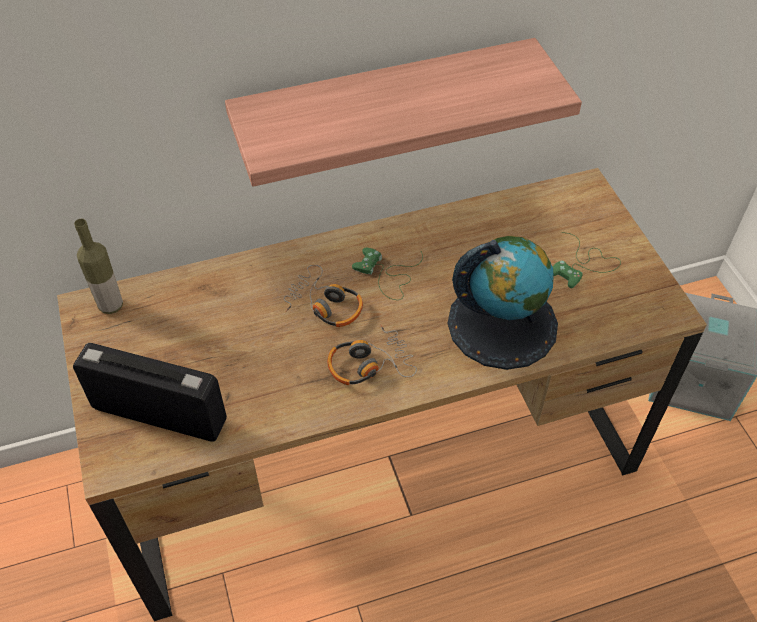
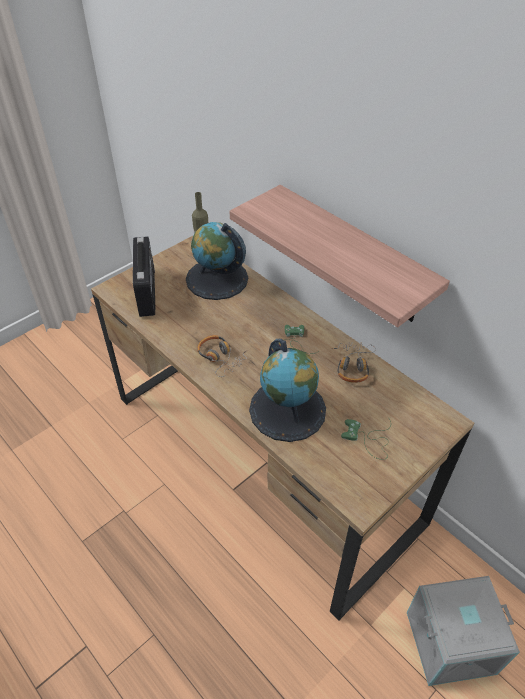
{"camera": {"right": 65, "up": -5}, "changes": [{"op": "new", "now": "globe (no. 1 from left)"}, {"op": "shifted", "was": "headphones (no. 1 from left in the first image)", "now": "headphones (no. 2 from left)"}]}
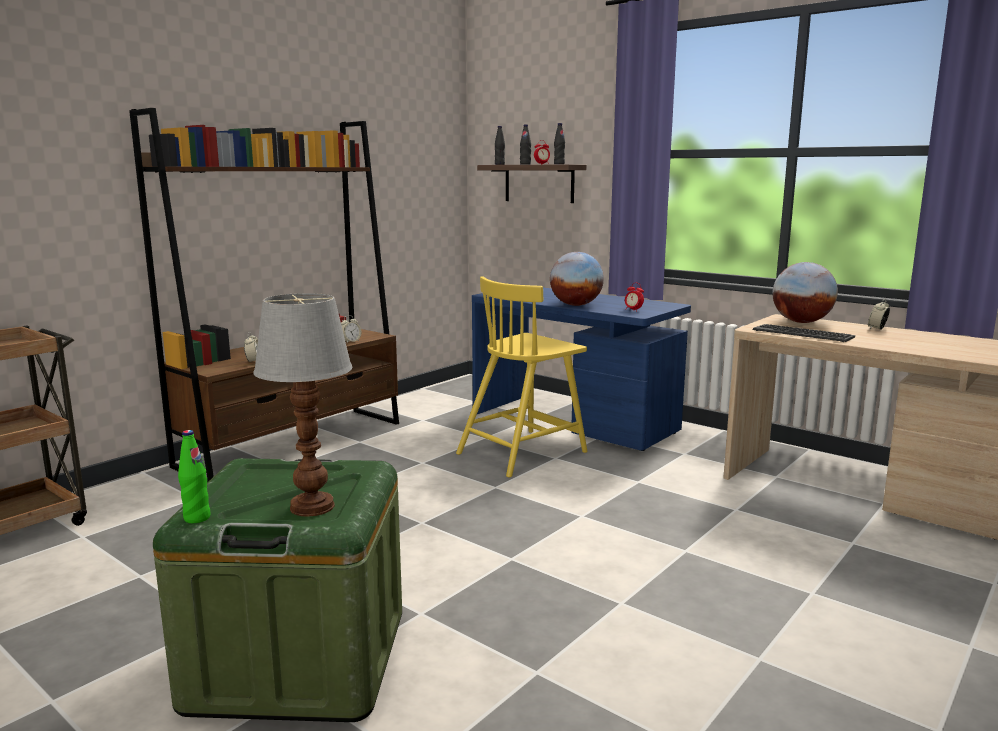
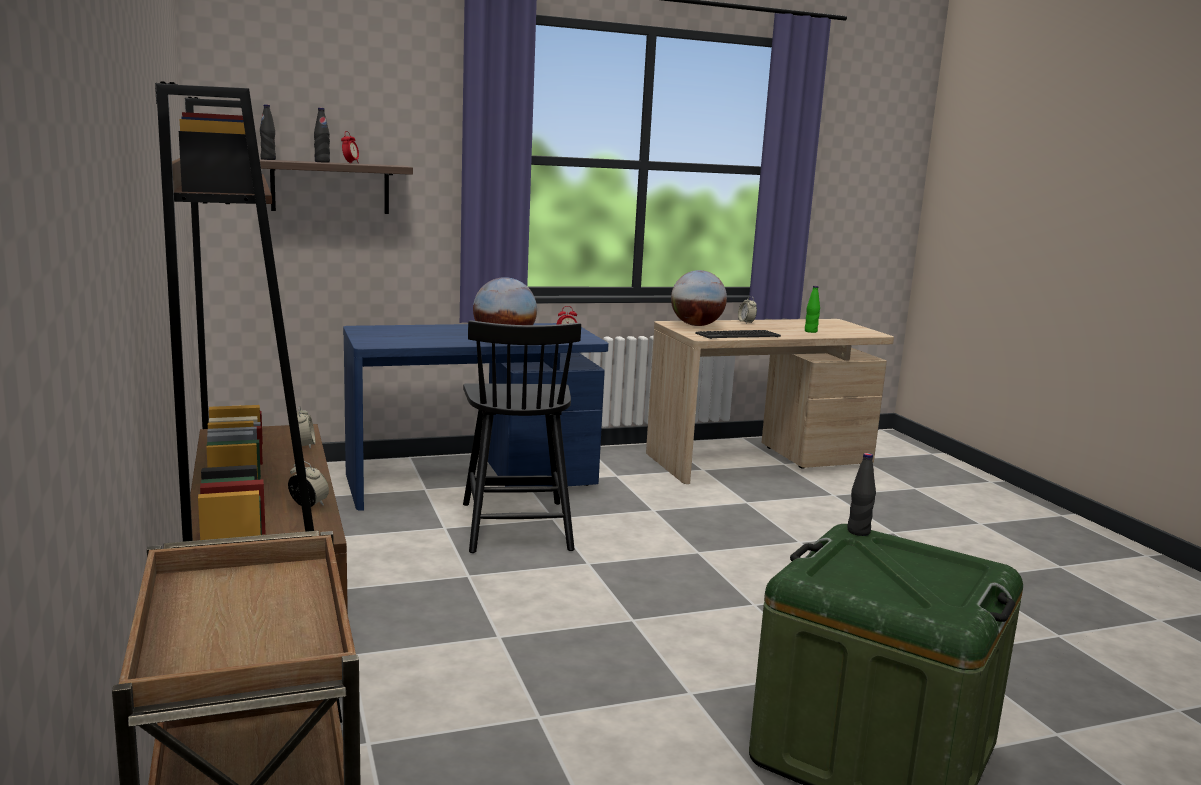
{"camera": {"right": -60, "up": 0}, "changes": [{"op": "repainted", "was": "yellow chair", "now": "black chair"}, {"op": "shifted", "was": "green bottle"}, {"op": "shifted", "was": "black bottle (no. 3 from left)"}, {"op": "gone", "was": "table lamp"}]}
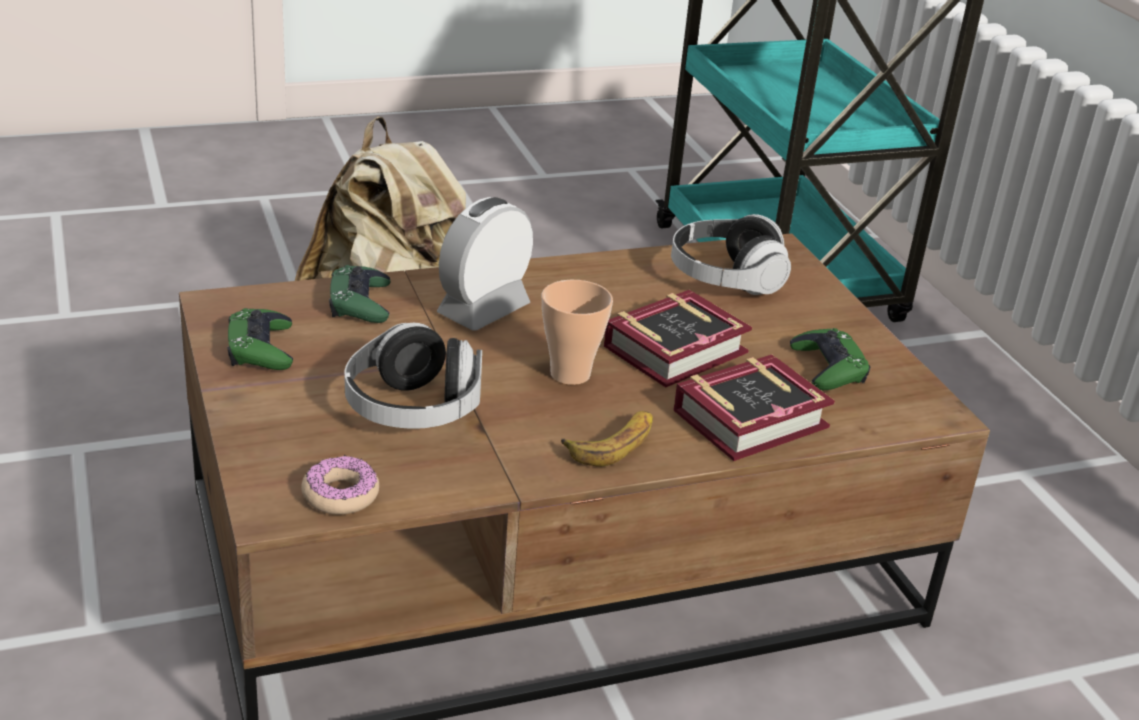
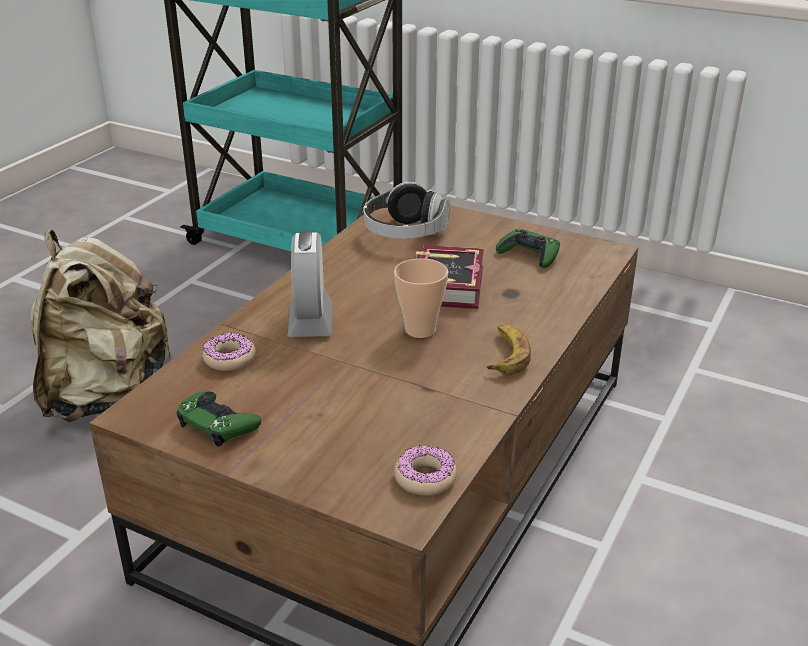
{"camera": {"right": -40, "up": 0}, "changes": [{"op": "swapped", "was": "green game controller (no. 2 from left)", "now": "donut (no. 1 from left)"}, {"op": "gone", "was": "headphones (no. 1 from left)"}, {"op": "gone", "was": "book (no. 2 from left)"}]}
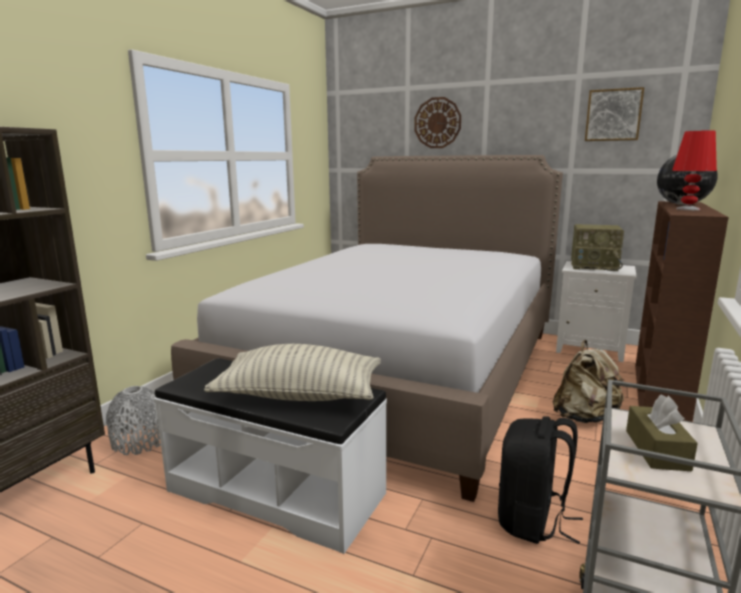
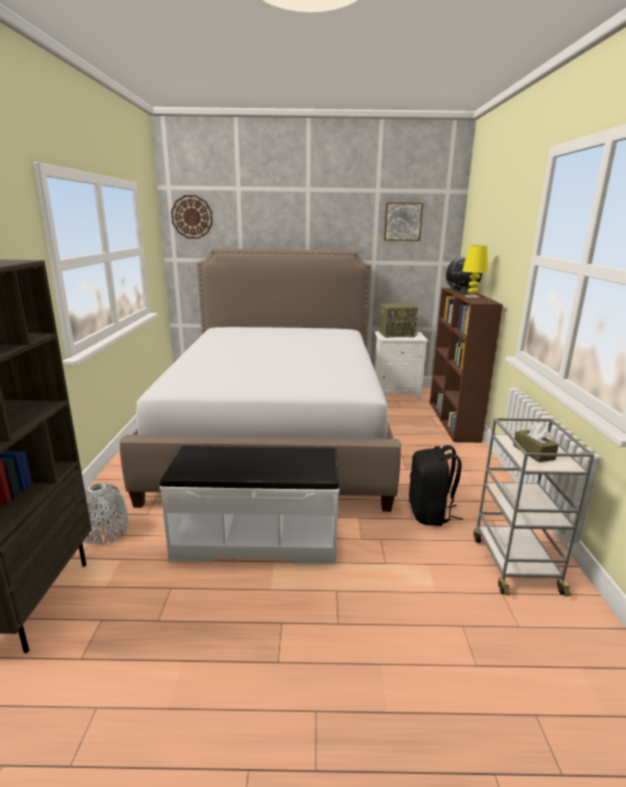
{"camera": {"right": -25, "up": 5}, "changes": [{"op": "shifted", "was": "wall clock"}, {"op": "repainted", "was": "red table lamp", "now": "yellow table lamp"}, {"op": "gone", "was": "pillow"}, {"op": "gone", "was": "beige backpack"}]}
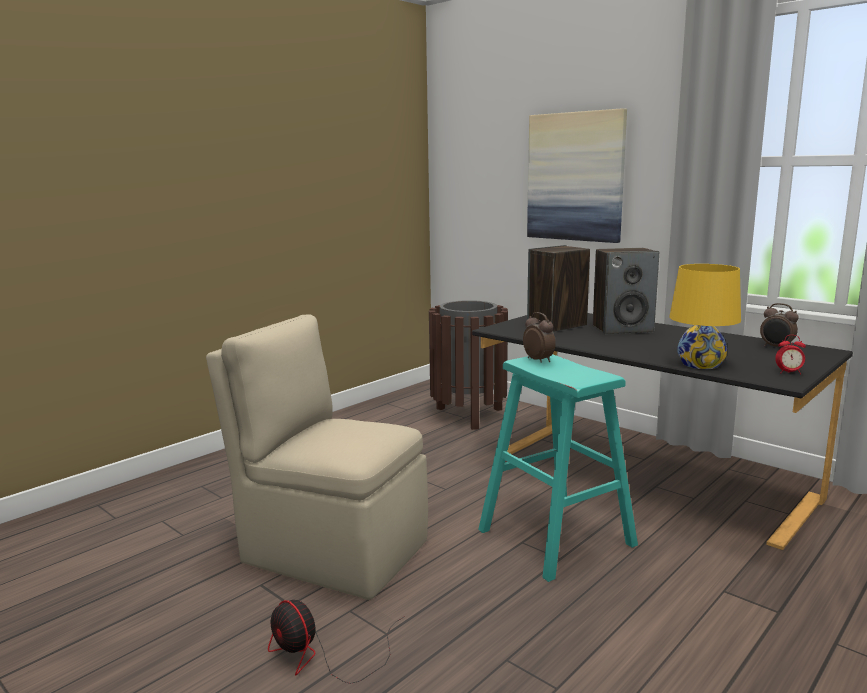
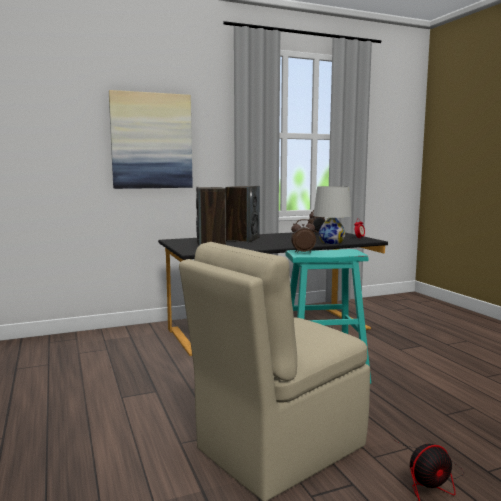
{"camera": {"right": -65, "up": -5}, "changes": [{"op": "repainted", "was": "yellow table lamp", "now": "white table lamp"}, {"op": "gone", "was": "brown trash can"}]}
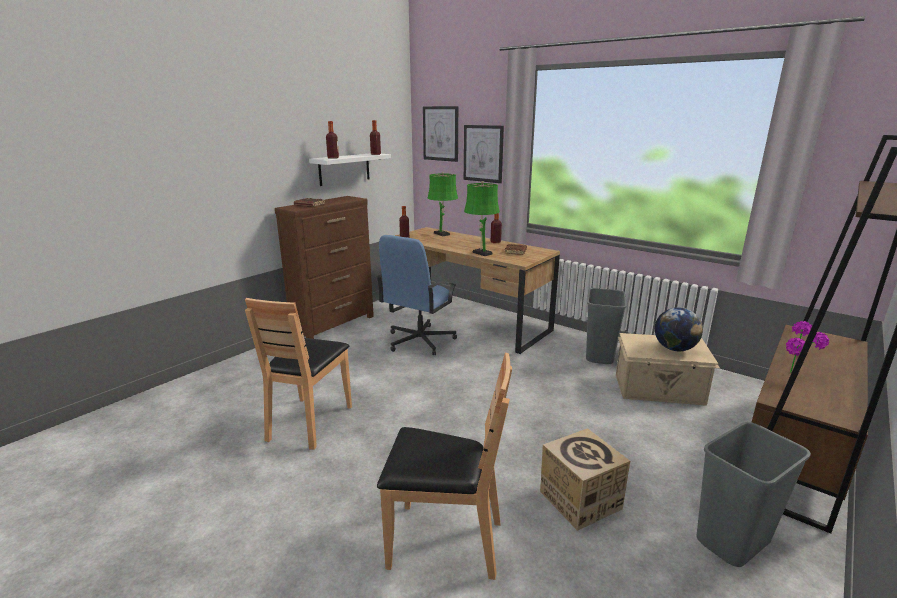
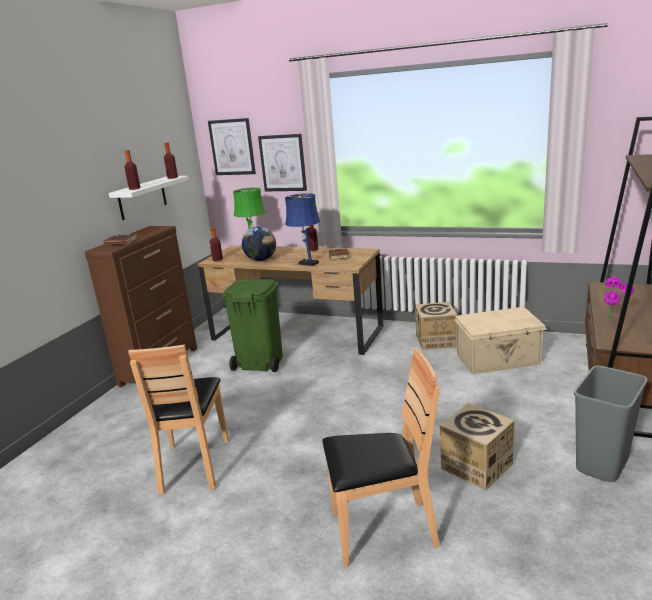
{"camera": {"right": -15, "up": 0}, "changes": [{"op": "swapped", "was": "blue office chair", "now": "green trash can"}, {"op": "shifted", "was": "globe"}, {"op": "repainted", "was": "green table lamp (no. 2 from left)", "now": "blue table lamp"}, {"op": "swapped", "was": "grey trash can (no. 1 from left)", "now": "cardboard box (no. 1 from left)"}]}
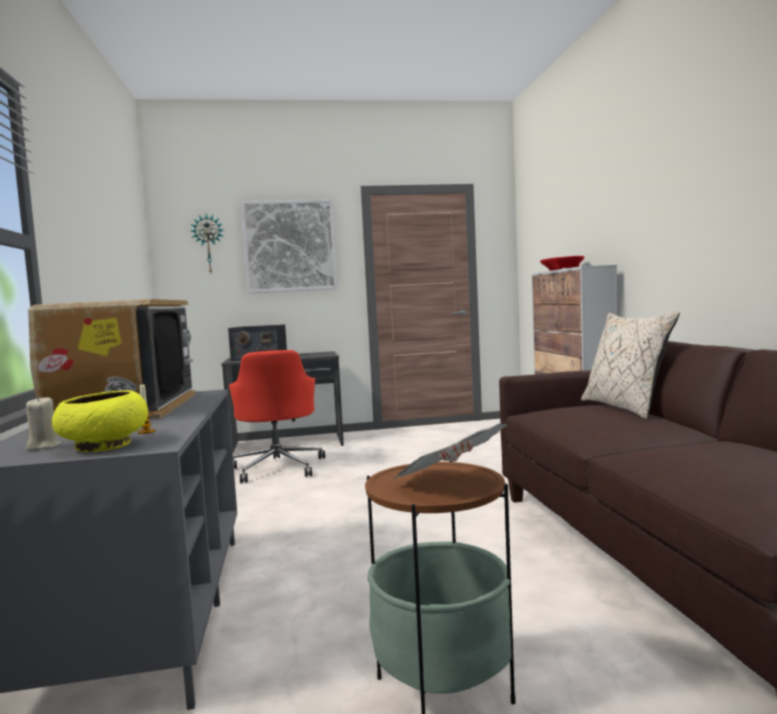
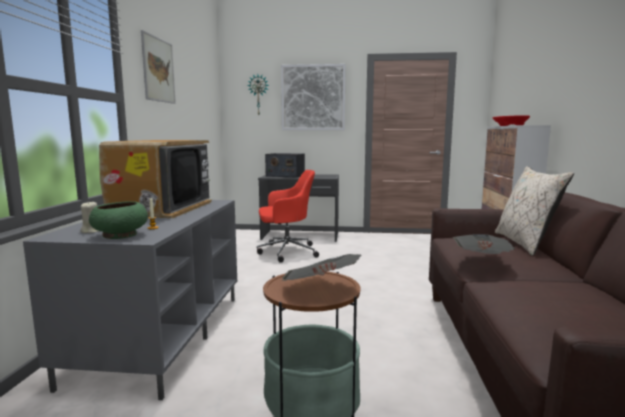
{"camera": {"right": 15, "up": 5}, "changes": [{"op": "repainted", "was": "yellow bowl", "now": "green bowl"}, {"op": "new", "now": "picture (no. 1 from left)"}, {"op": "rotated", "was": "red office chair", "clockwise": -105}, {"op": "new", "now": "newspaper (no. 2 from left)"}]}
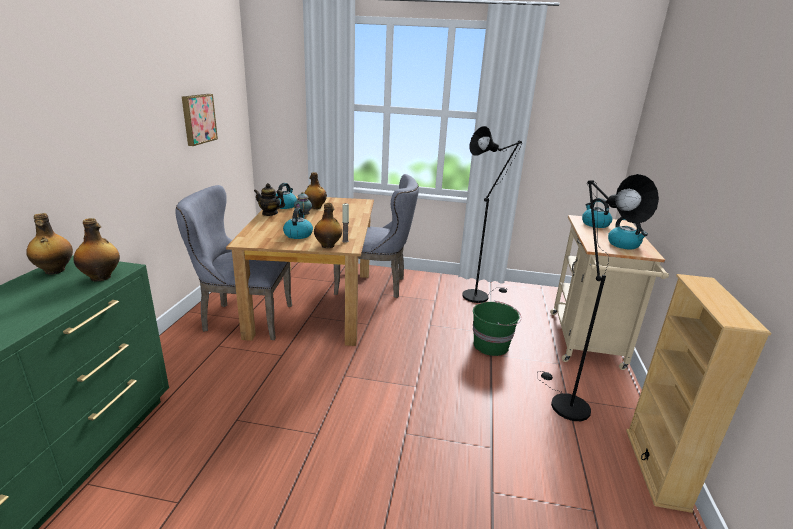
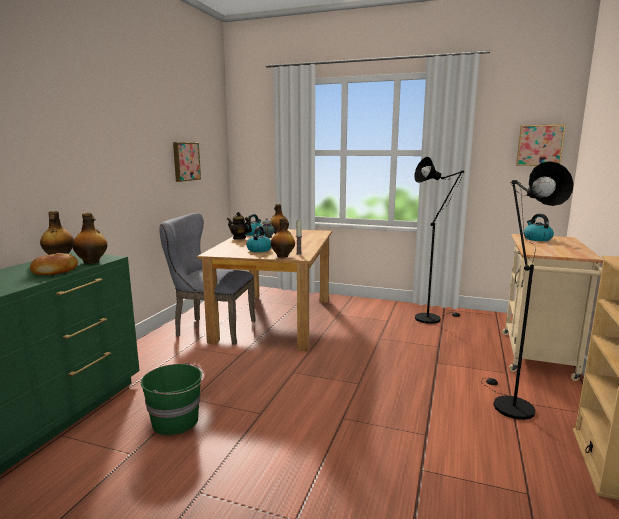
{"camera": {"right": 10, "up": -10}, "changes": [{"op": "new", "now": "bread"}, {"op": "shifted", "was": "green bucket"}, {"op": "new", "now": "picture (no. 2 from left)"}, {"op": "gone", "was": "grey chair (no. 2 from left)"}, {"op": "gone", "was": "kettle (no. 4 from left)"}]}
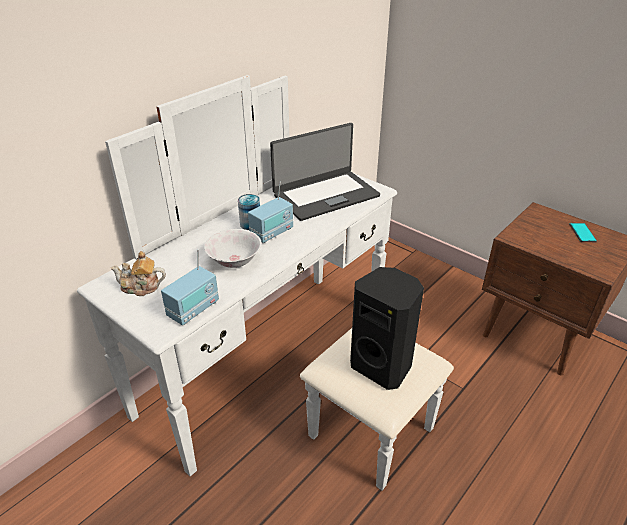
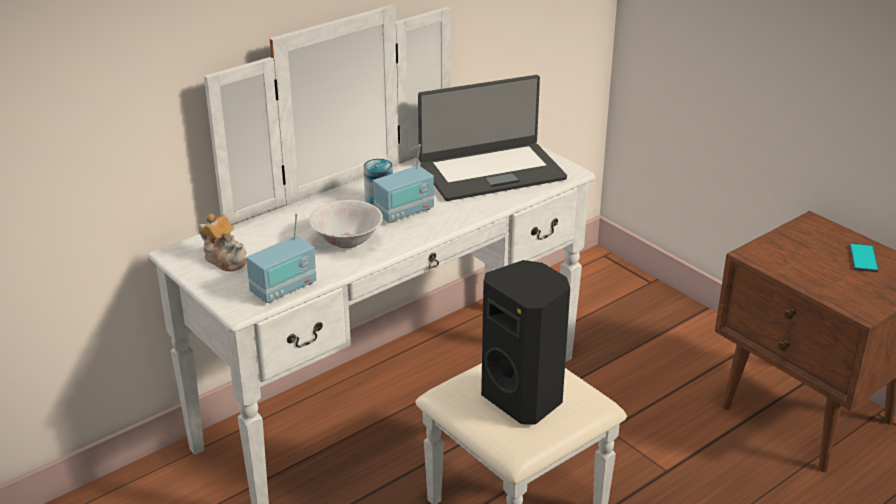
{"camera": {"right": 10, "up": -5}, "changes": [{"op": "rotated", "was": "teapot", "clockwise": -150}]}
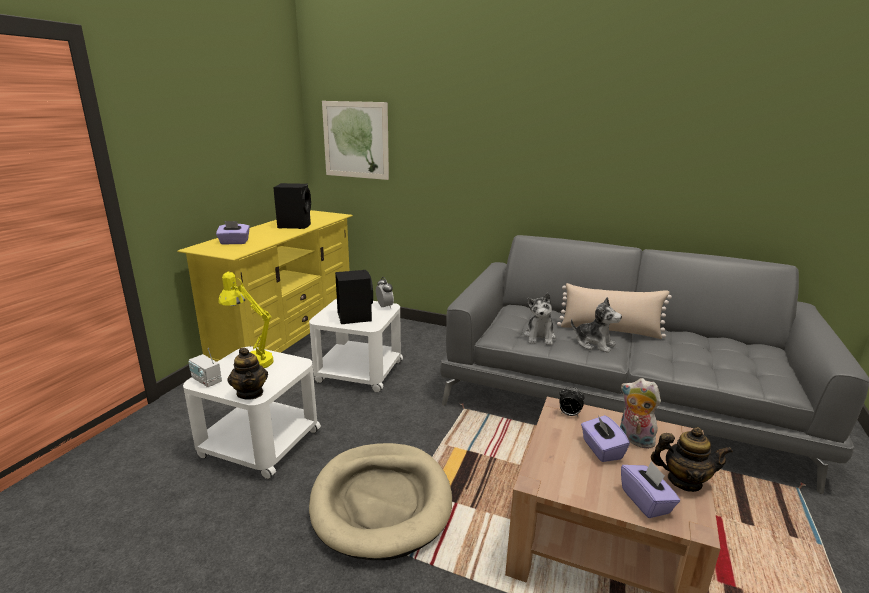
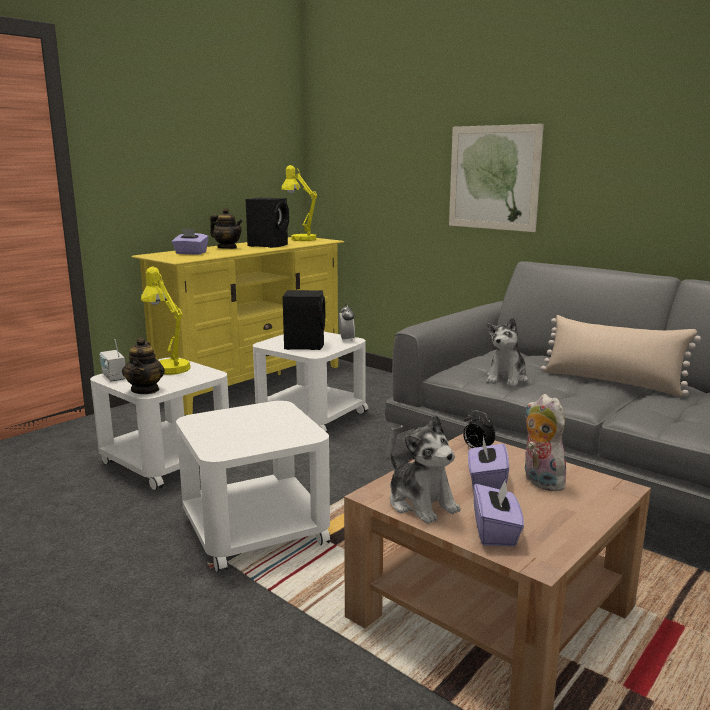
{"camera": {"right": 20, "up": -5}, "changes": [{"op": "swapped", "was": "beige dog bed", "now": "white side table (no. 2 from left)"}, {"op": "shifted", "was": "teapot (no. 2 from left)"}, {"op": "new", "now": "yellow table lamp (no. 2 from left)"}, {"op": "shifted", "was": "plush toy (no. 2 from left in the first image)", "now": "plush toy (no. 1 from left)"}, {"op": "shifted", "was": "picture"}]}
